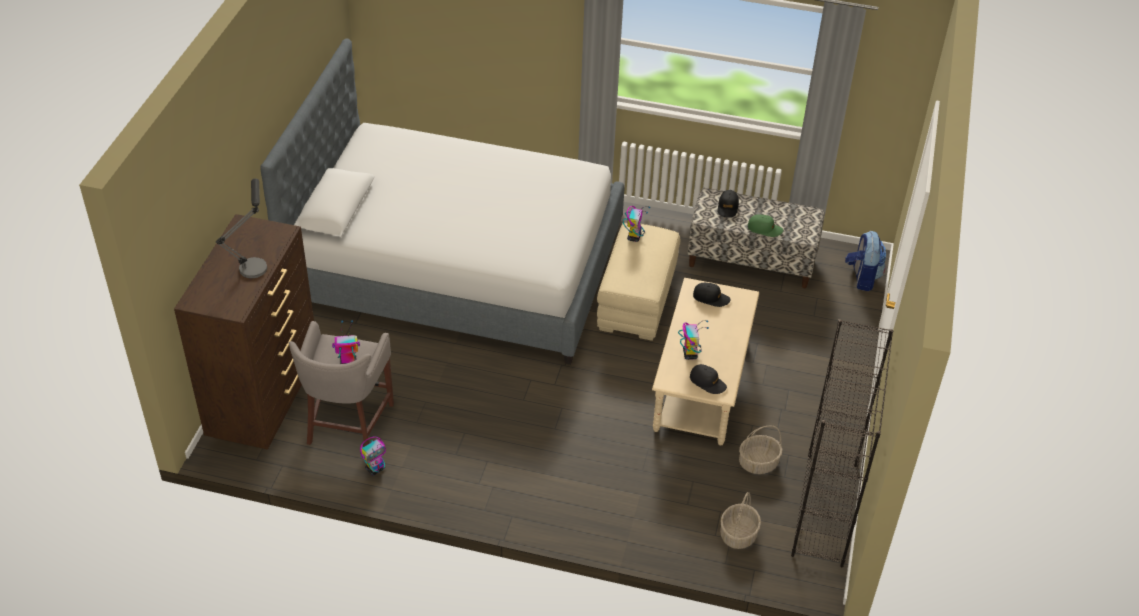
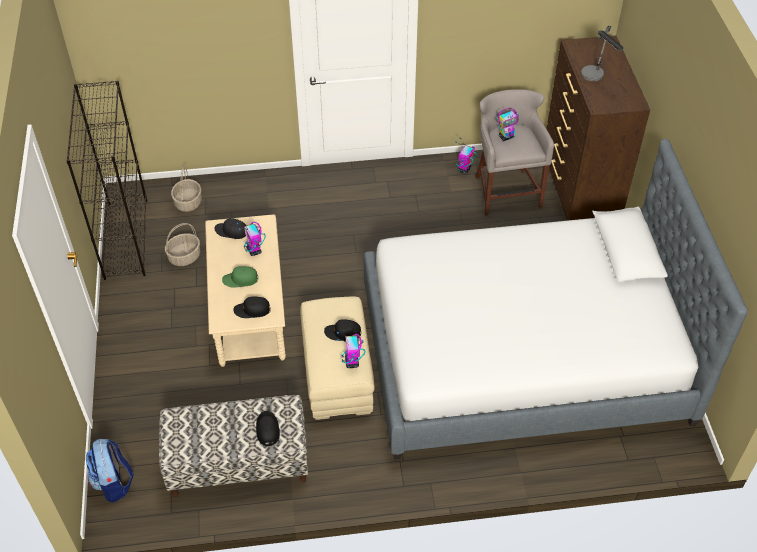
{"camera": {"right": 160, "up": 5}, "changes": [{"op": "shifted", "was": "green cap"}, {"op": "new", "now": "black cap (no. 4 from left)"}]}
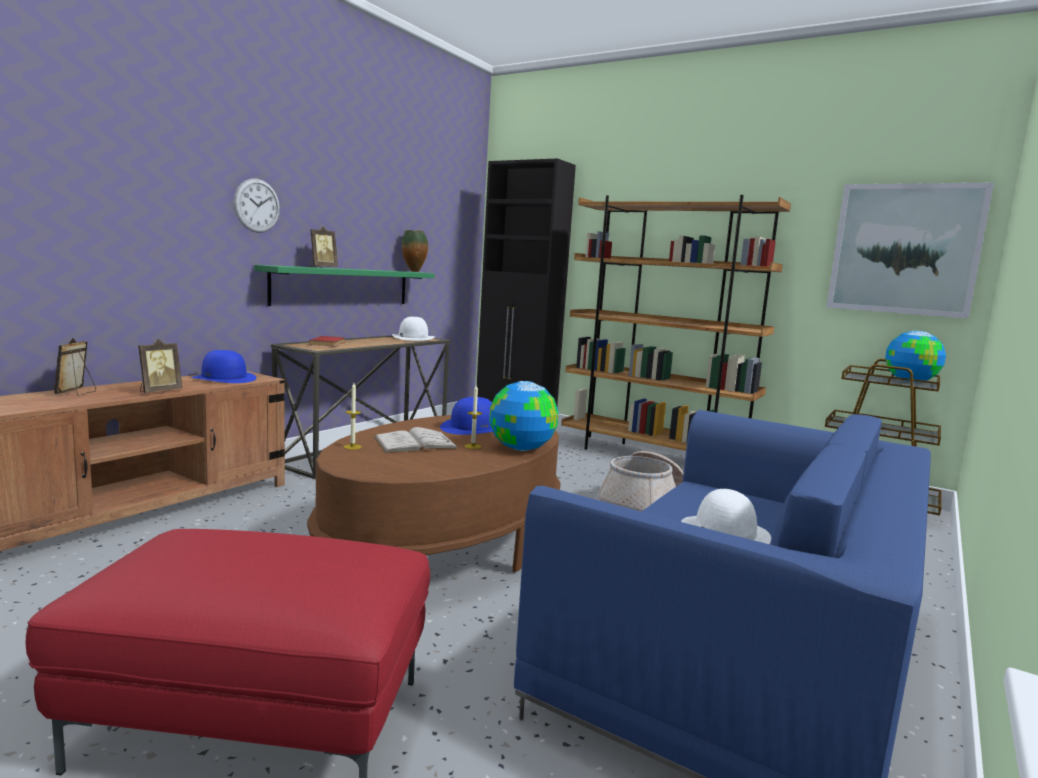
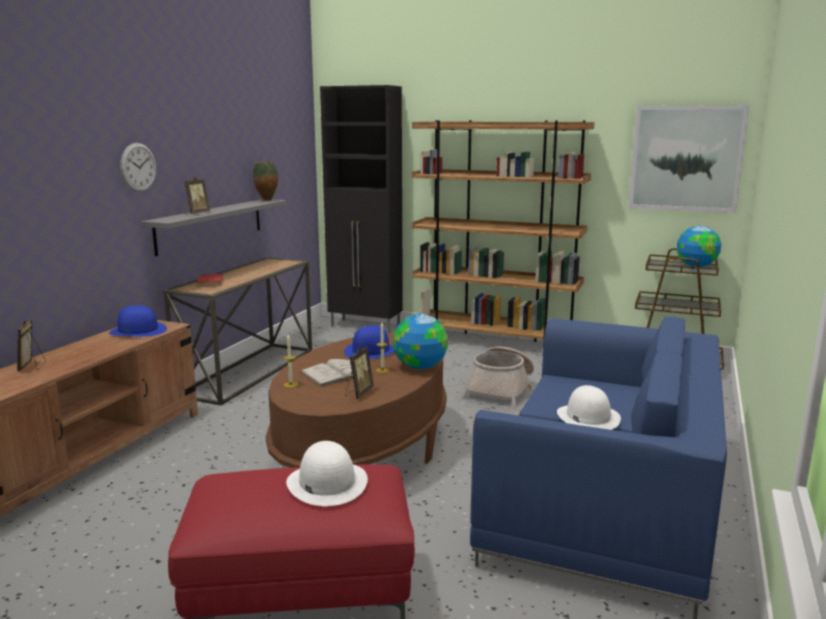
{"camera": {"right": -10, "up": 5}, "changes": [{"op": "repainted", "was": "green shelf", "now": "grey shelf"}, {"op": "shifted", "was": "white hat (no. 1 from left)"}, {"op": "shifted", "was": "picture frame (no. 2 from left in the first image)", "now": "picture frame (no. 3 from left)"}]}
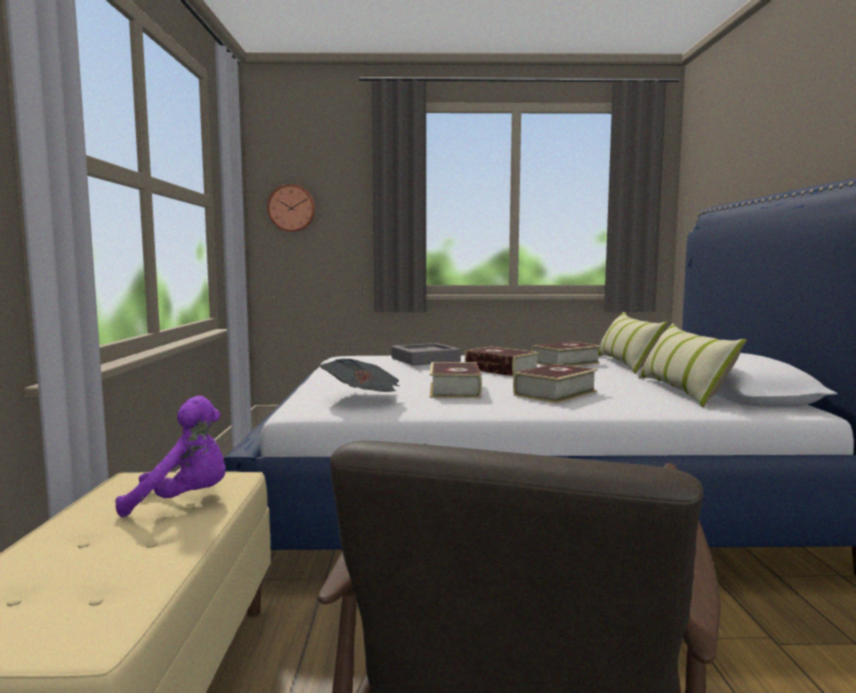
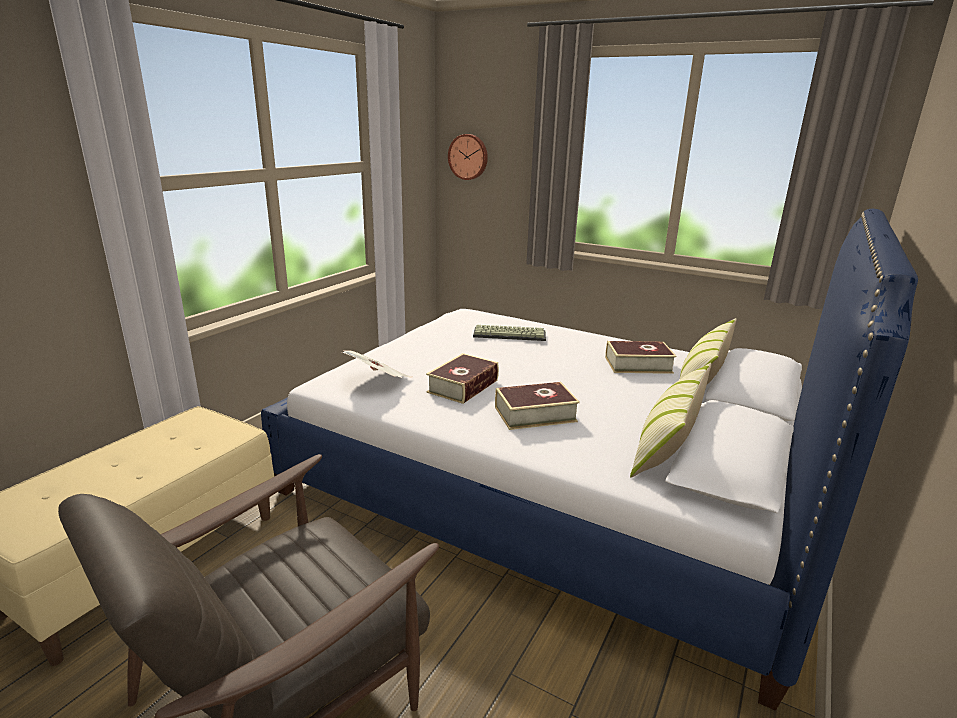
{"camera": {"right": 30, "up": 15}, "changes": [{"op": "swapped", "was": "grey tray", "now": "keyboard"}, {"op": "gone", "was": "purple plush toy"}, {"op": "gone", "was": "book (no. 2 from left)"}]}
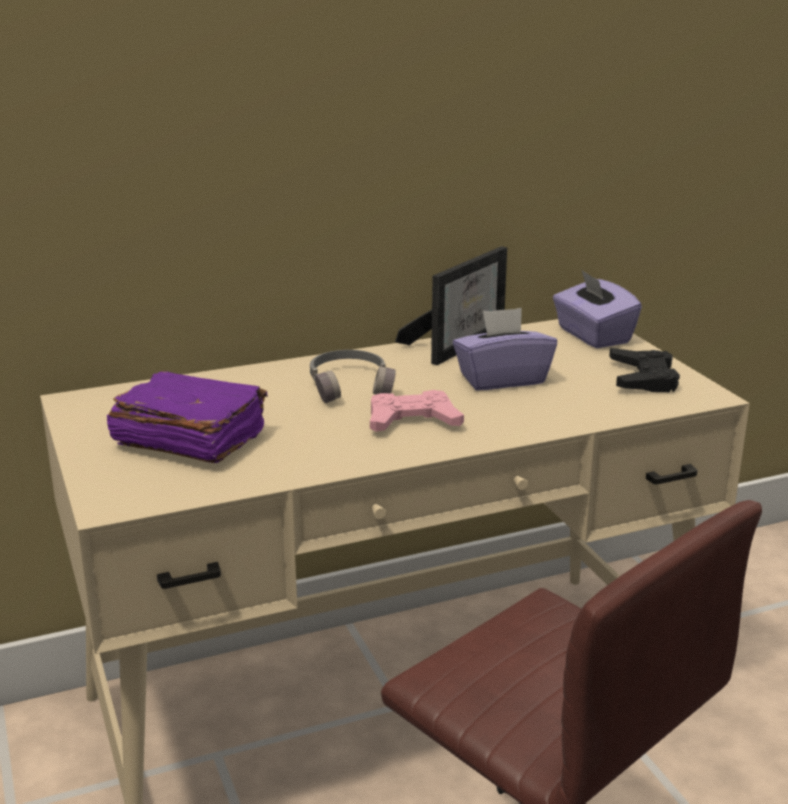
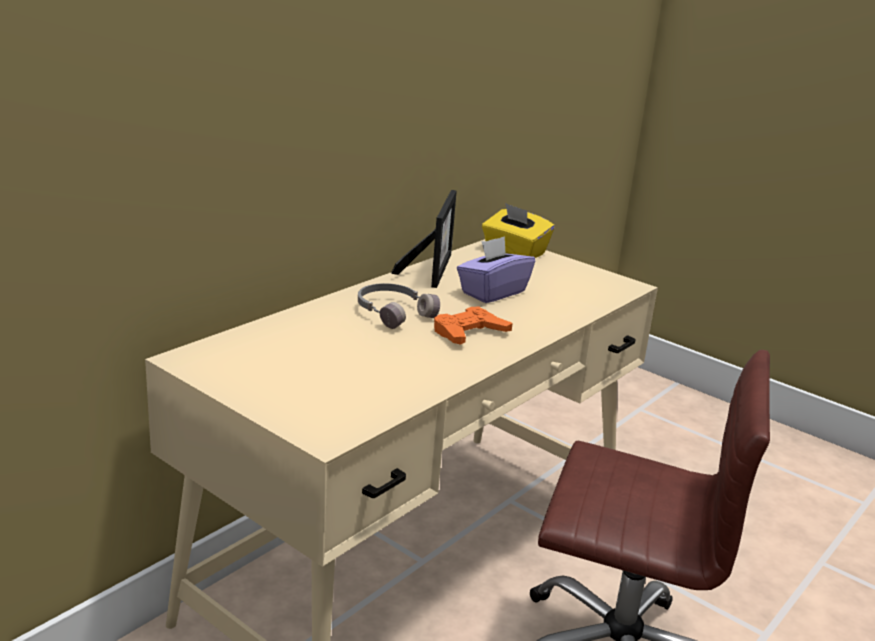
{"camera": {"right": -30, "up": 0}, "changes": [{"op": "repainted", "was": "pink game controller", "now": "orange game controller"}, {"op": "repainted", "was": "purple tissue box (no. 2 from left)", "now": "yellow tissue box"}, {"op": "gone", "was": "purple book"}, {"op": "gone", "was": "black game controller"}]}
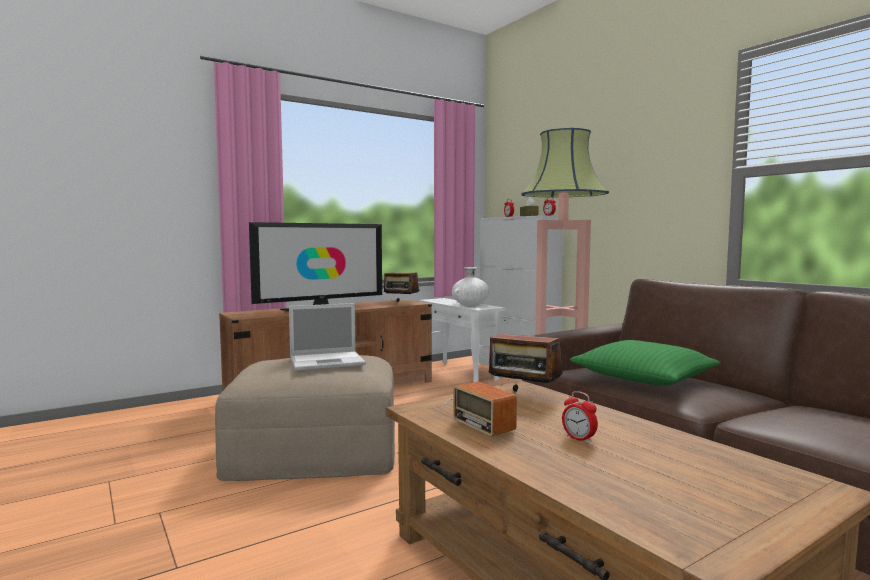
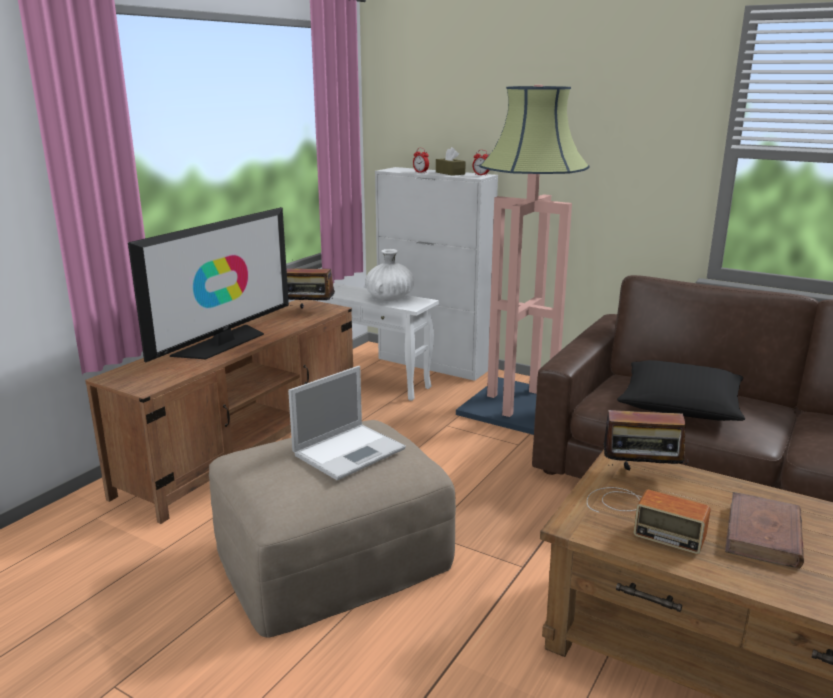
{"camera": {"right": -25, "up": 15}, "changes": [{"op": "repainted", "was": "green pillow", "now": "black pillow"}, {"op": "swapped", "was": "alarm clock (no. 3 from left)", "now": "brown book"}]}
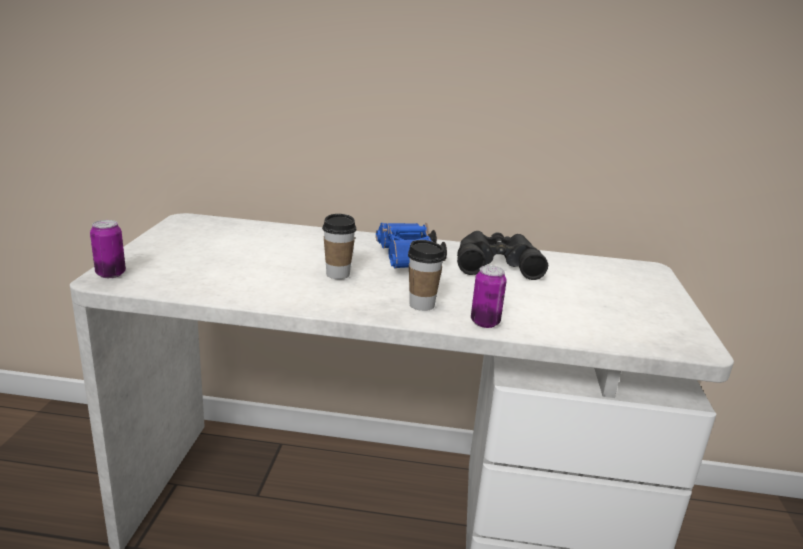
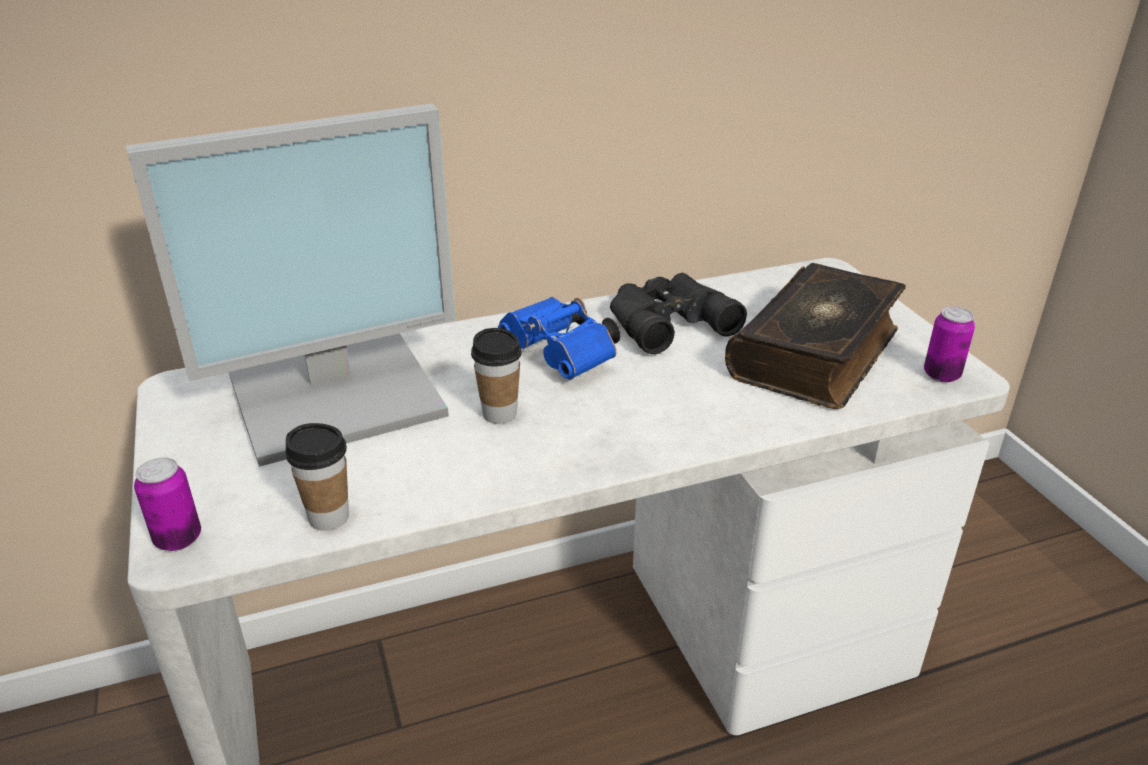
{"camera": {"right": -25, "up": 10}, "changes": [{"op": "new", "now": "monitor"}, {"op": "shifted", "was": "cup (no. 2 from left in the first image)", "now": "cup (no. 1 from left)"}, {"op": "new", "now": "book"}, {"op": "shifted", "was": "can (no. 2 from left)"}]}
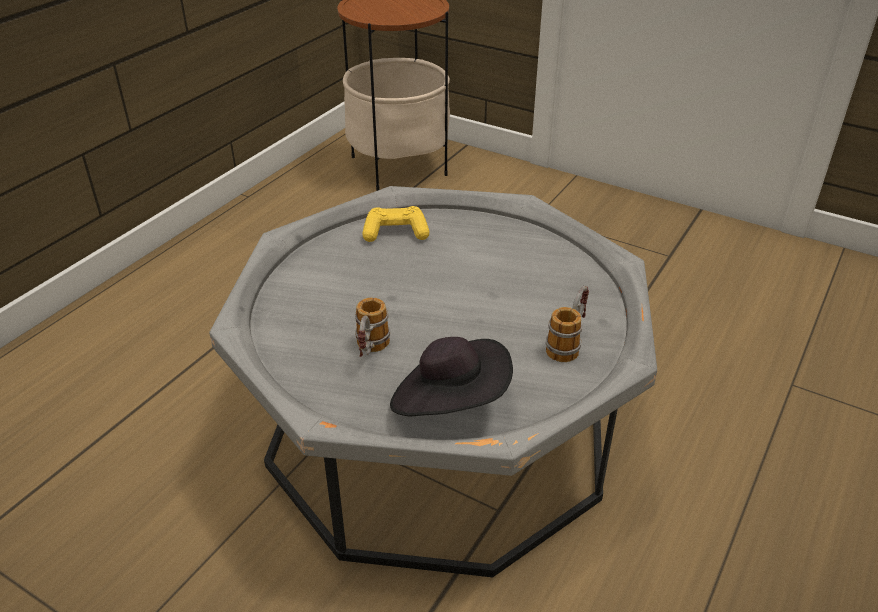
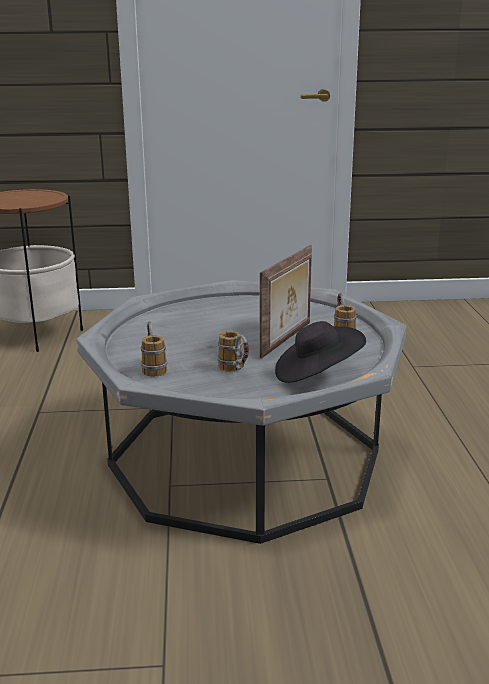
{"camera": {"right": -35, "up": -15}, "changes": [{"op": "new", "now": "mug (no. 1 from left)"}, {"op": "new", "now": "picture frame"}, {"op": "gone", "was": "yellow game controller"}]}
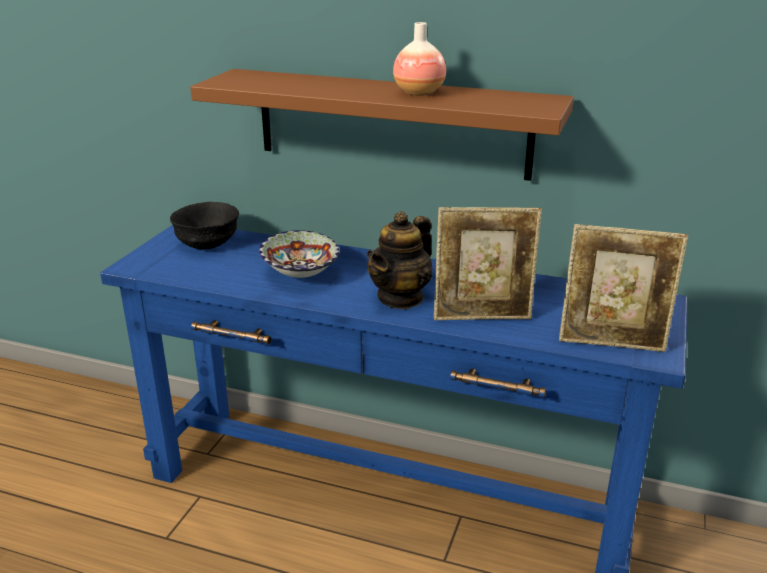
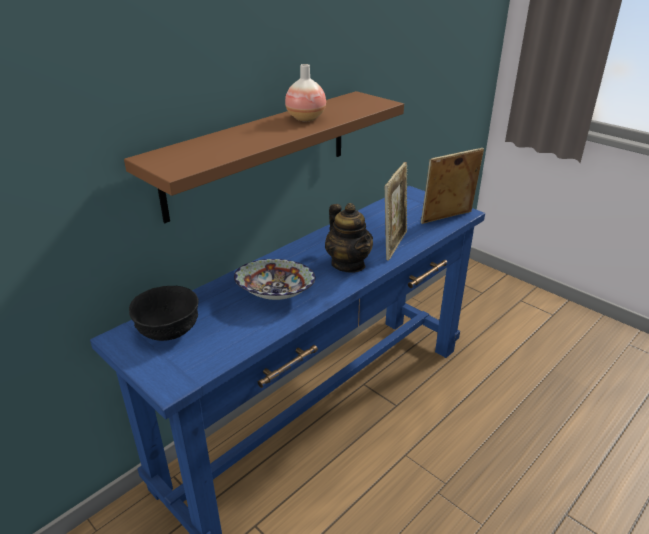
{"camera": {"right": -65, "up": 5}, "changes": [{"op": "rotated", "was": "picture frame (no. 2 from left)", "clockwise": -150}]}
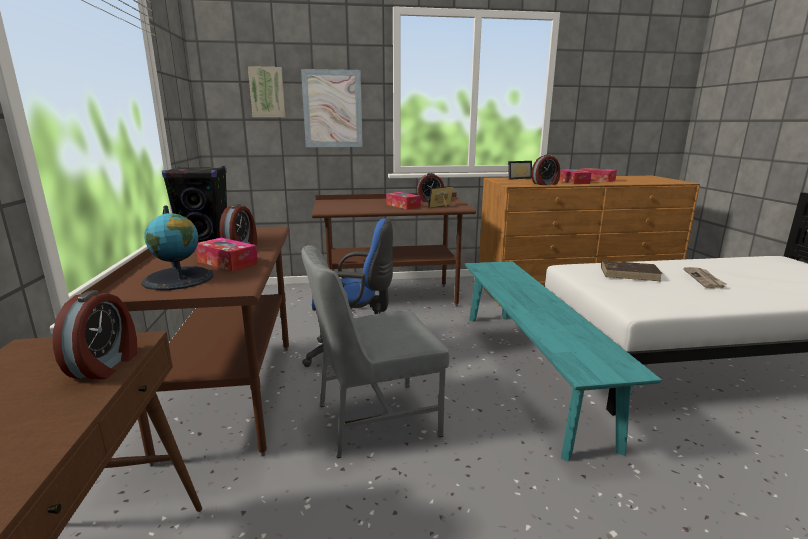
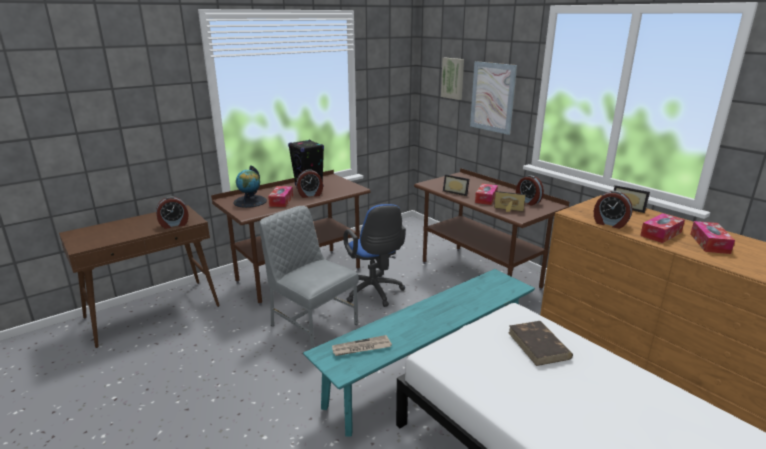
{"camera": {"right": 60, "up": 5}, "changes": [{"op": "shifted", "was": "newspaper"}, {"op": "new", "now": "picture frame (no. 1 from left)"}]}
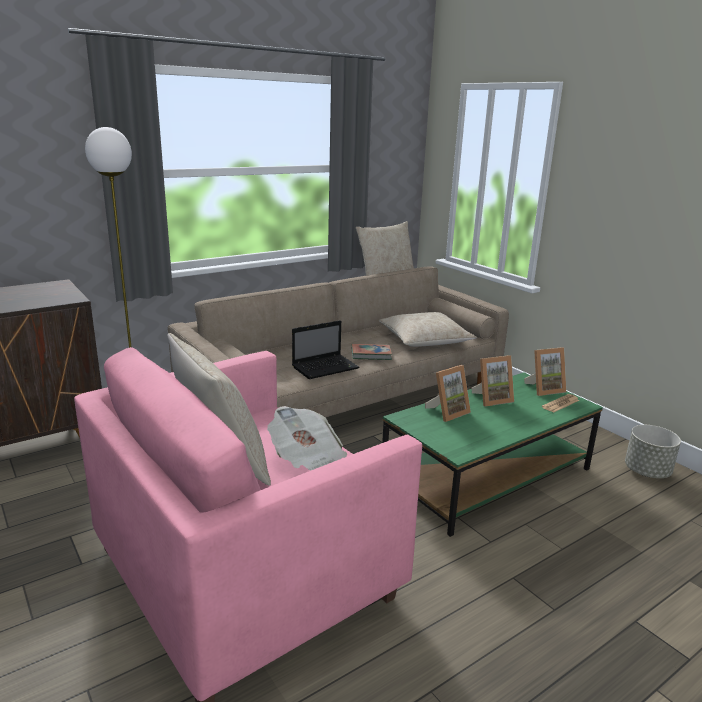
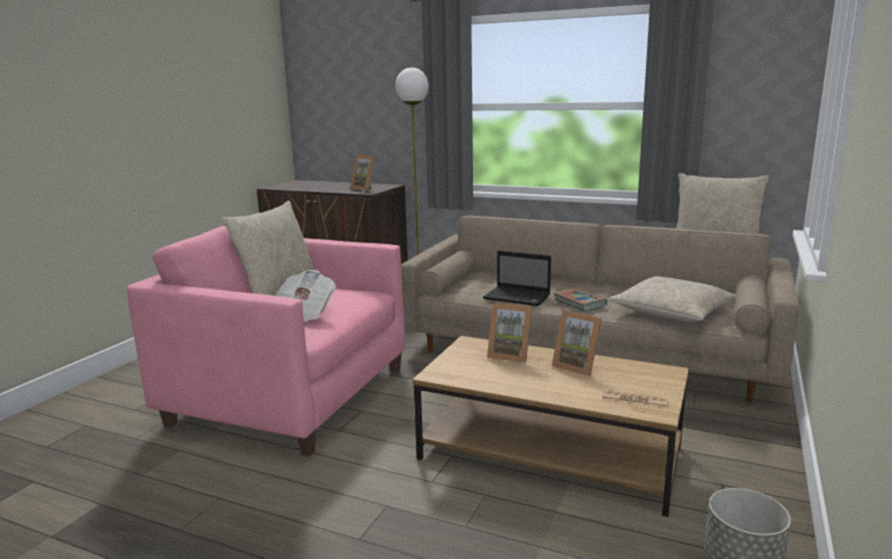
{"camera": {"right": 60, "up": -5}, "changes": [{"op": "shifted", "was": "picture frame (no. 3 from left in the first image)", "now": "picture frame (no. 1 from left)"}, {"op": "repainted", "was": "green coffee table", "now": "brown coffee table"}]}
